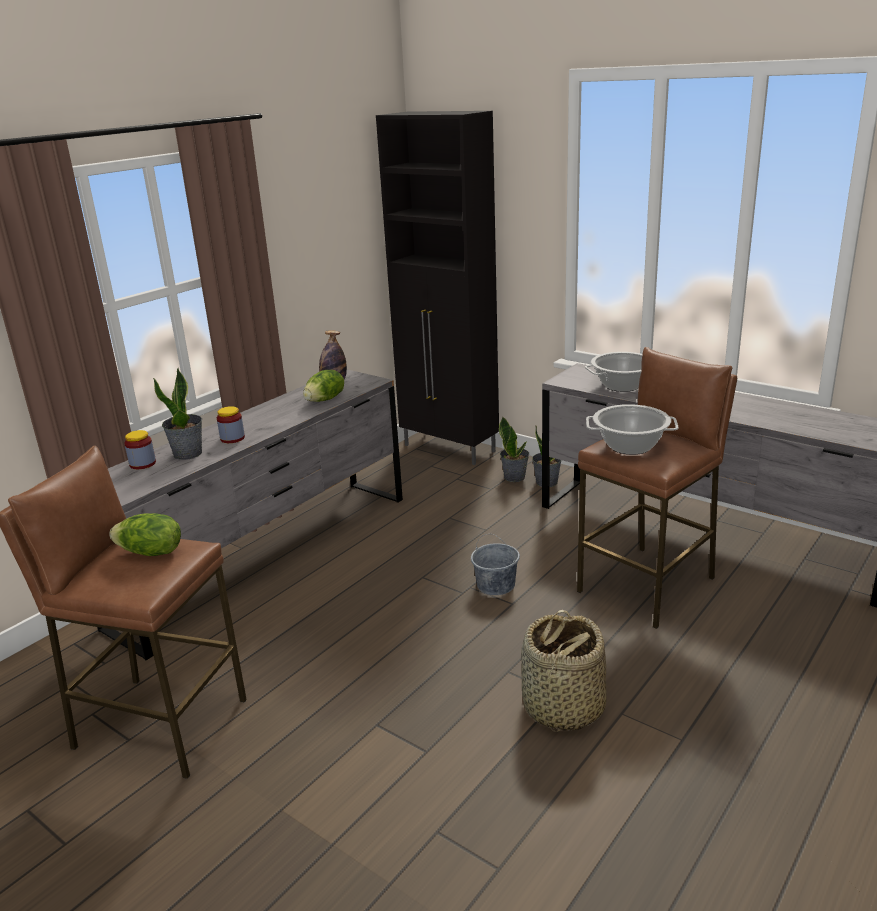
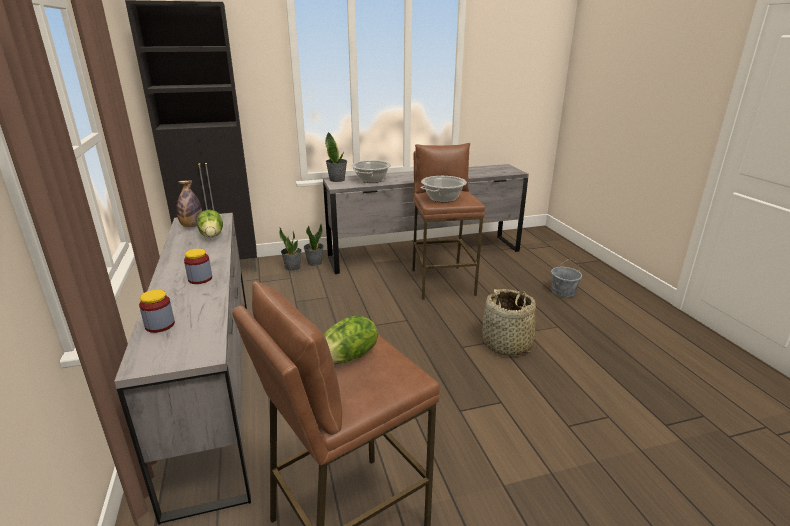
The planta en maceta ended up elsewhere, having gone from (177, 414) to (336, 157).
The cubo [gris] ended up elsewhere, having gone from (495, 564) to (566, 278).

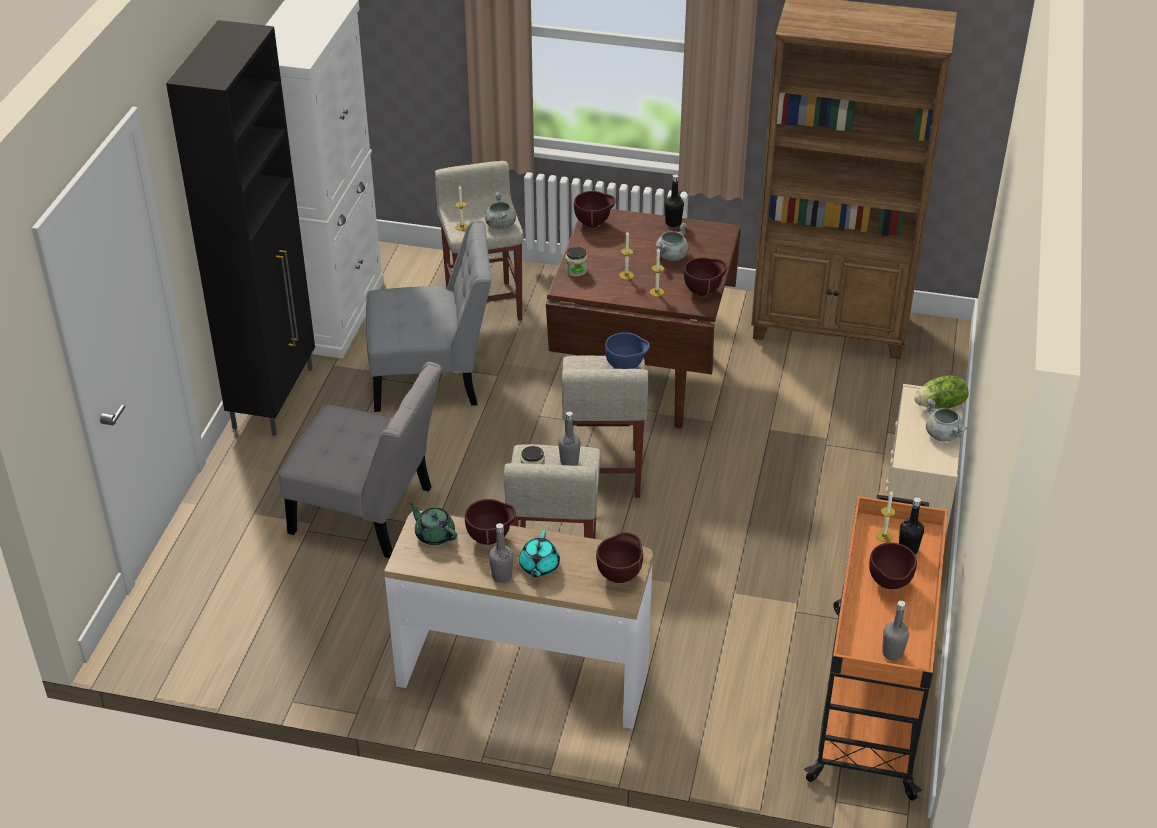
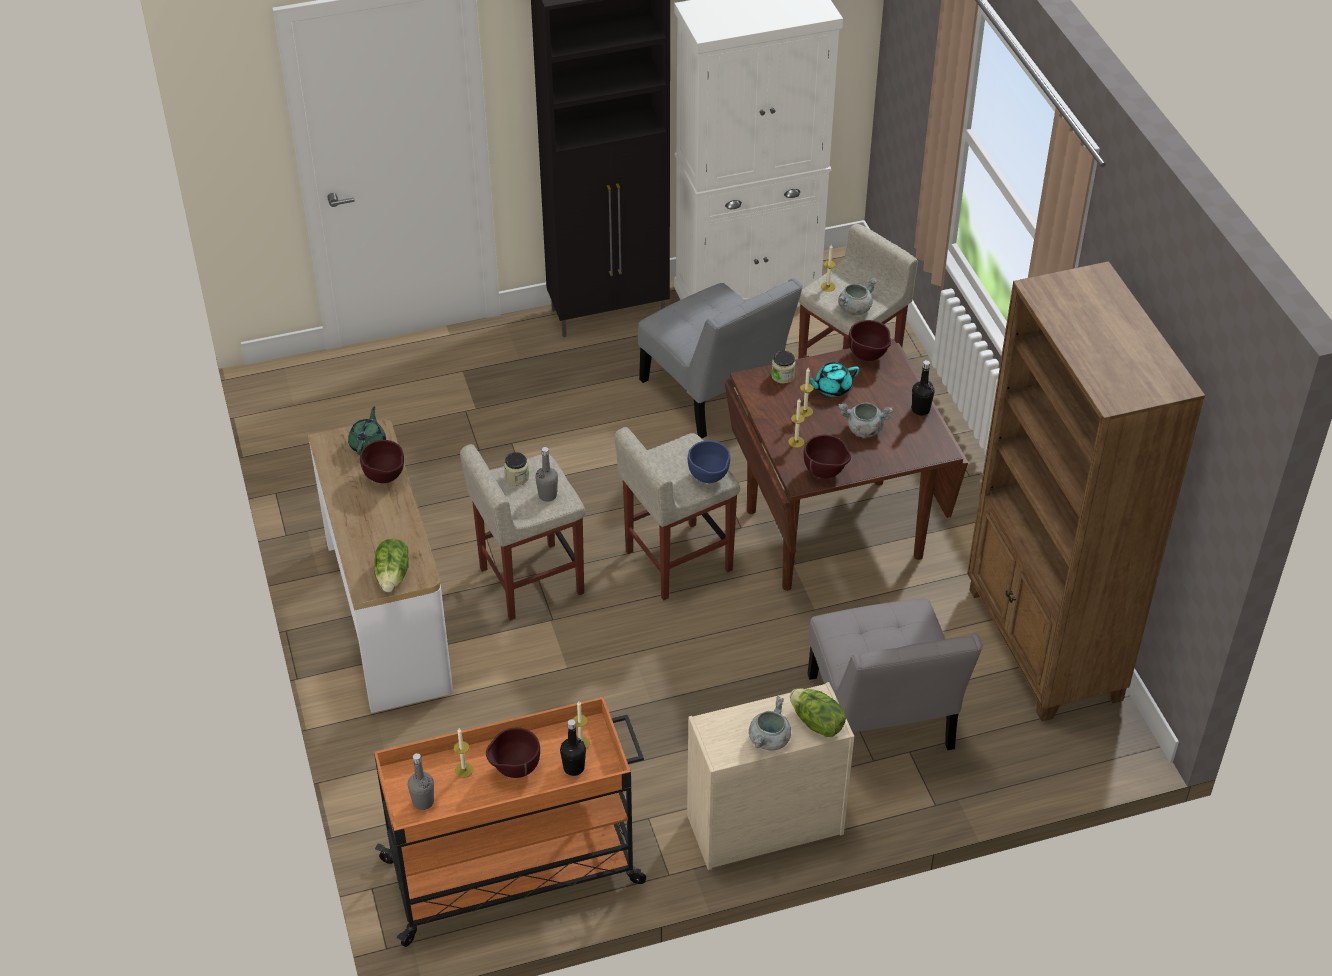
Where the cuenco [marrón] stood at (619, 557), the lechuga came to stand at (391, 565).
The second view gained the vela at (463, 753).
The silla [gris] ended up elsewhere, having gone from (360, 460) to (895, 674).
The tetera [turquesa] ended up elsewhere, having gone from (539, 554) to (834, 379).
The second view lost the botella [gris] at (501, 553).

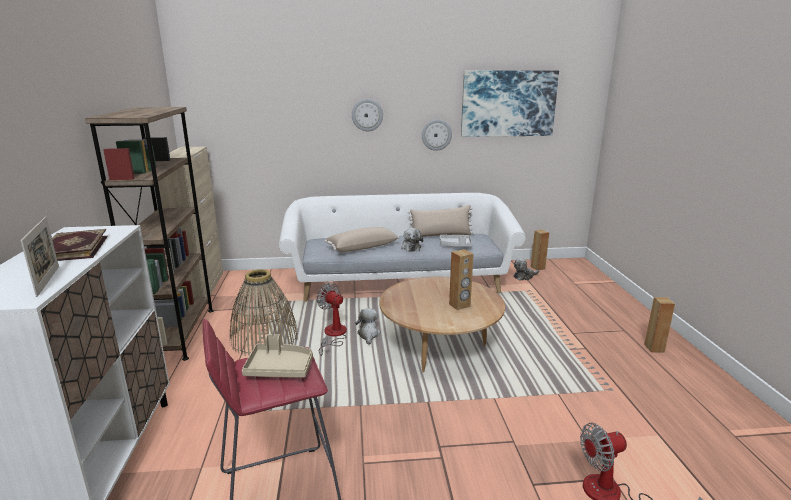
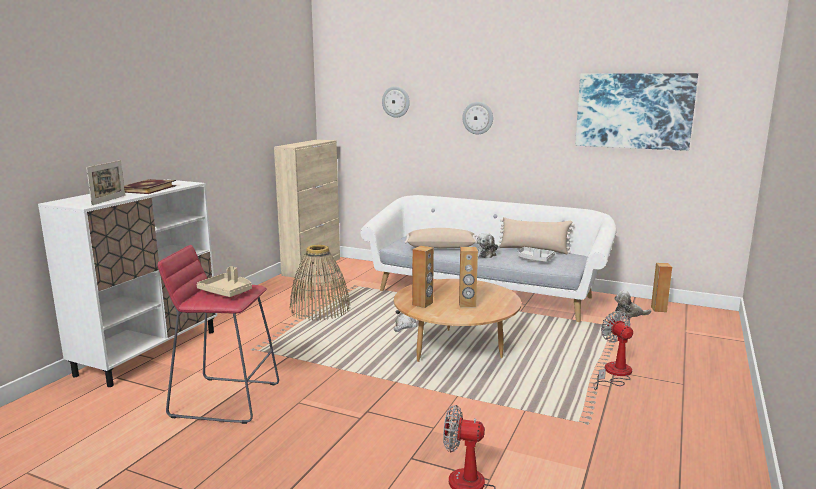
The reloj de pared ended up elsewhere, having gone from (437, 135) to (396, 102).
The altavoz [marrón] ended up elsewhere, having gone from (659, 325) to (423, 277).
The ventilador ended up elsewhere, having gone from (331, 319) to (613, 350).
The second view lost the estantería [marrón] at (149, 234).

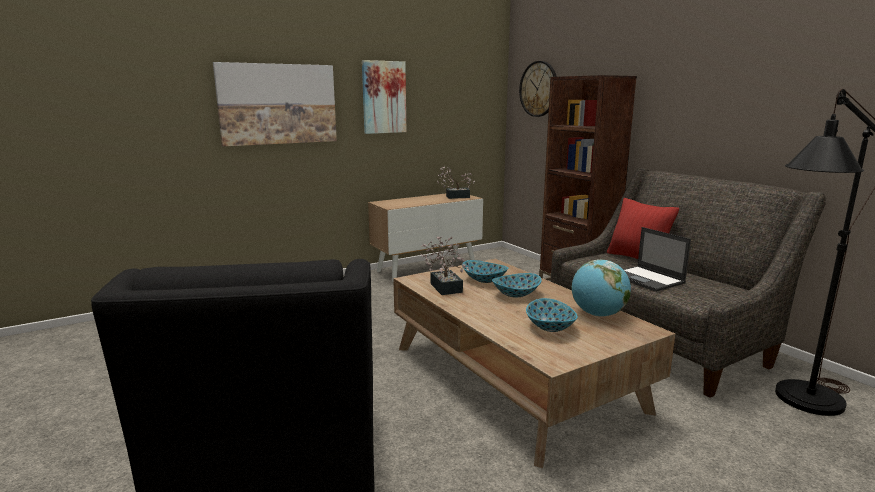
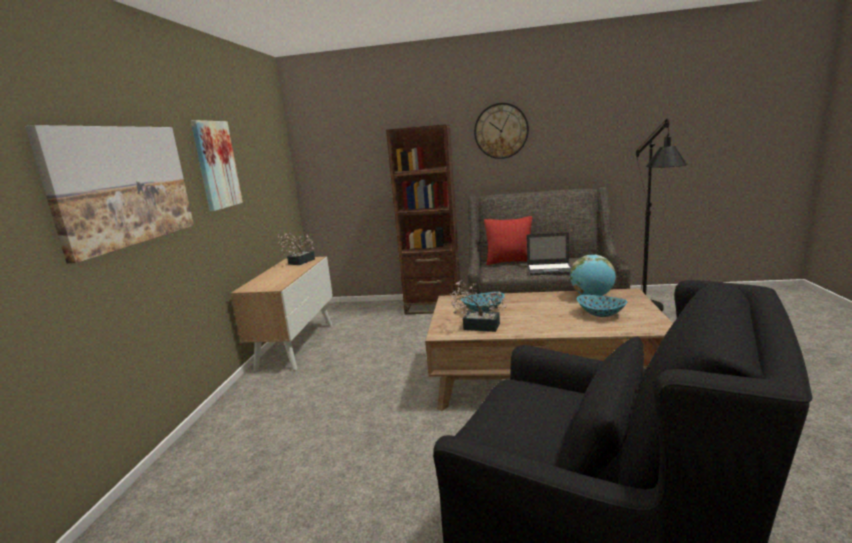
The reloj de pared ended up elsewhere, having gone from (538, 89) to (501, 131).
The second view lost the cuenco at (517, 285).

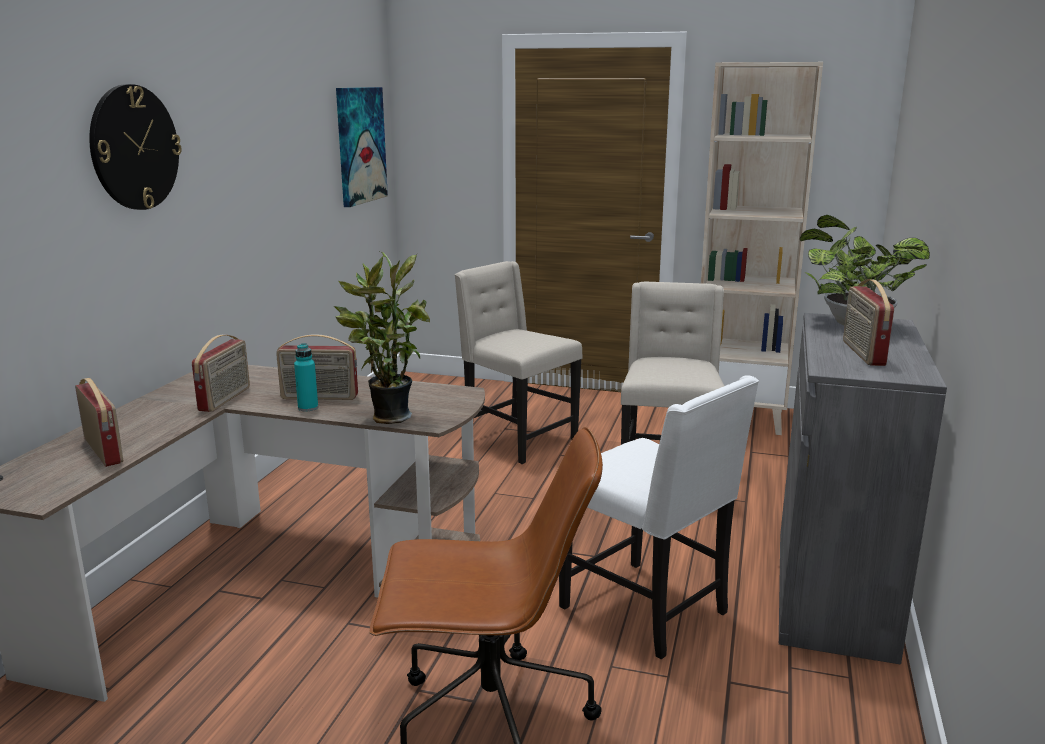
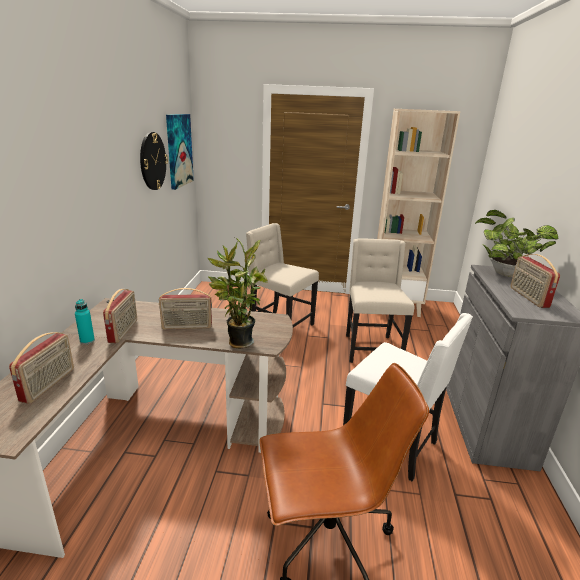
The radio at (99, 422) ended up facing another way, 60 degrees clockwise from before.
The botella [turquesa] ended up elsewhere, having gone from (306, 377) to (85, 321).
The reloj de pared ended up elsewhere, having gone from (135, 147) to (154, 161).

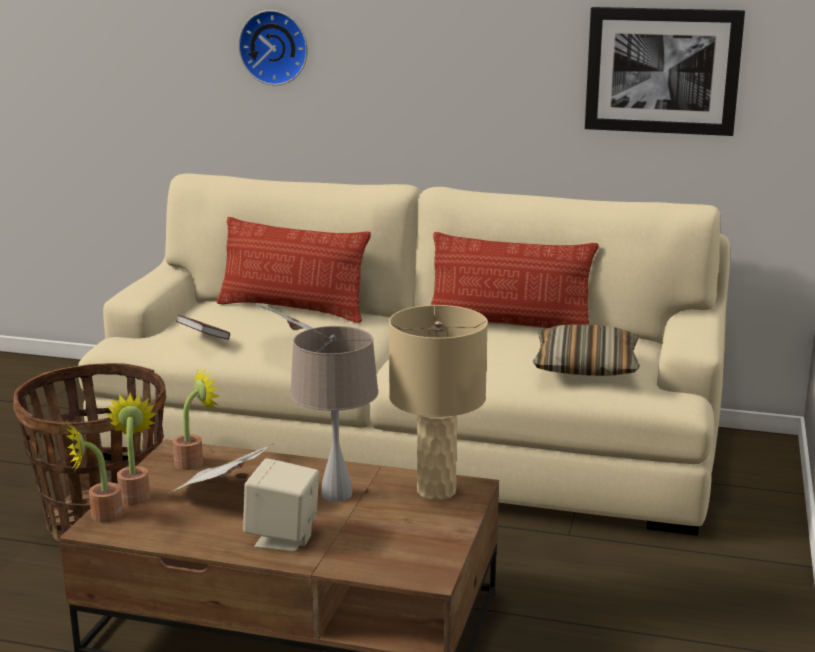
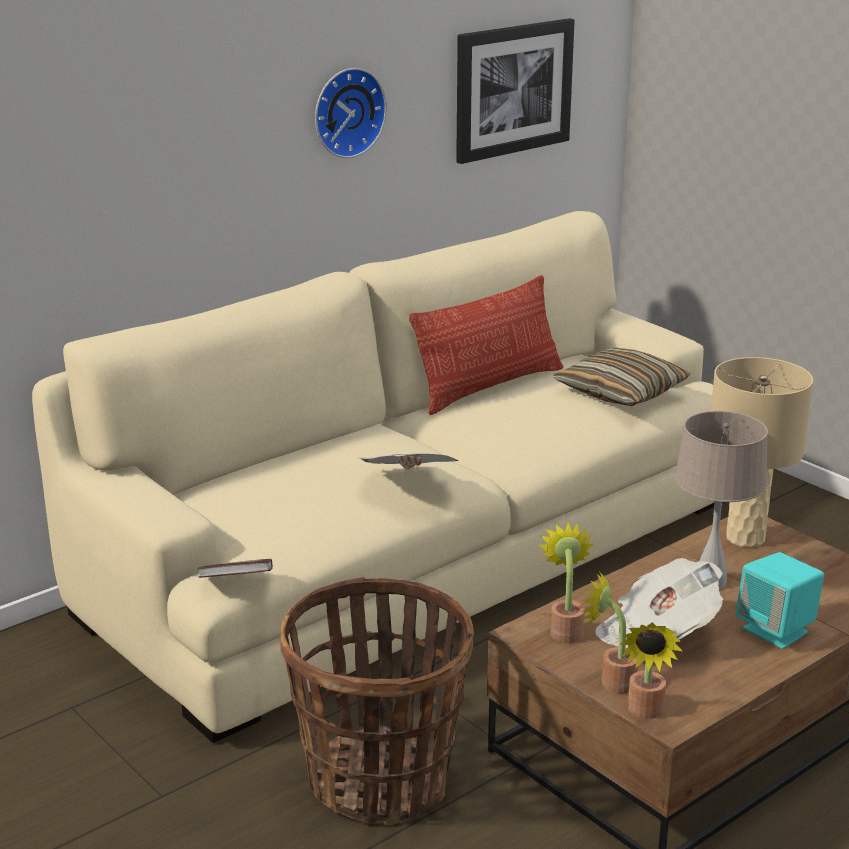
The libro ended up elsewhere, having gone from (203, 327) to (235, 568).
The reloj de pared ended up elsewhere, having gone from (273, 48) to (351, 113).
What was the altavoz [beis] at (281, 505) turned into the altavoz [turquesa] at (779, 600).
The second view lost the cojín at (293, 270).

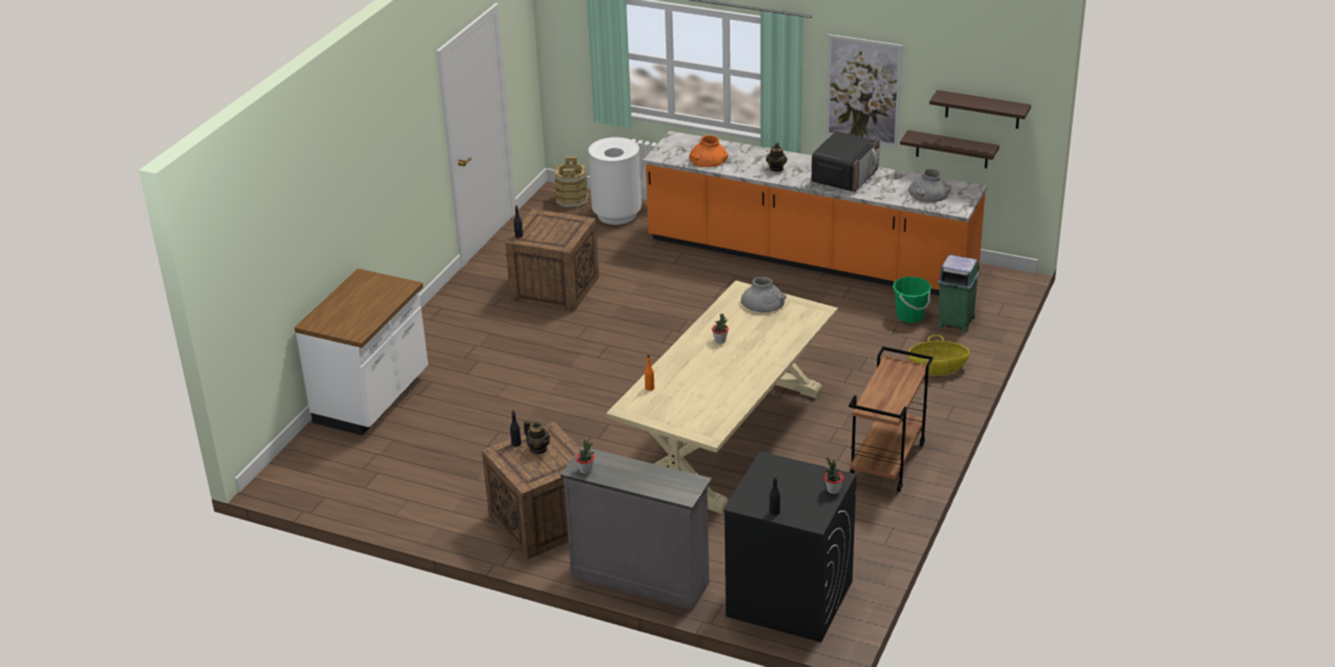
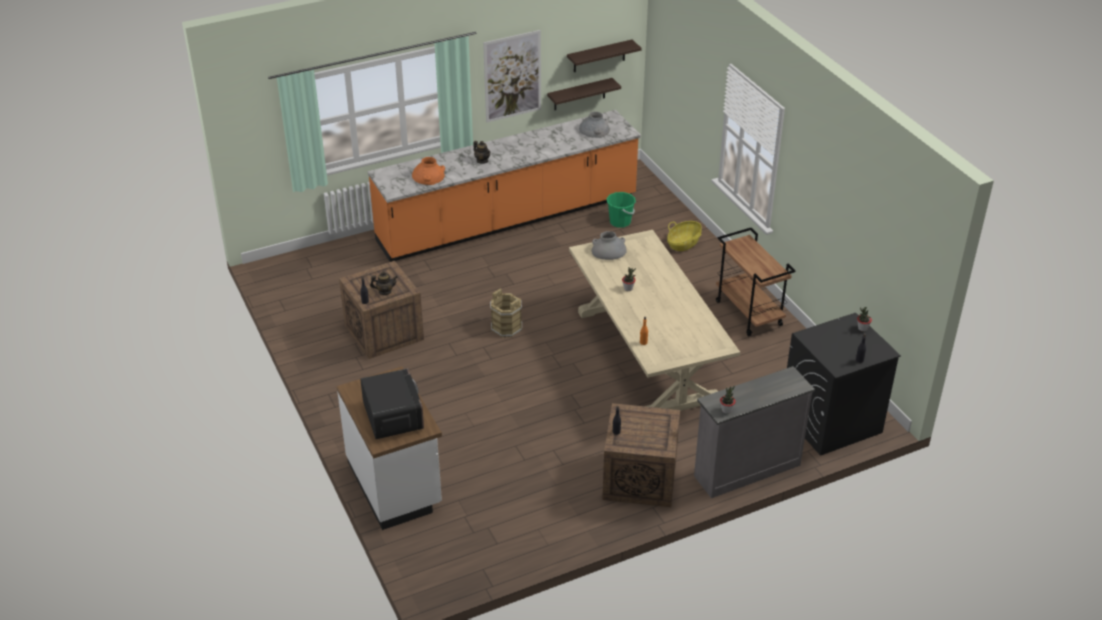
The microondas ended up elsewhere, having gone from (845, 161) to (392, 403).
The tetera ended up elsewhere, having gone from (537, 437) to (384, 283).
The cubo [marrón] ended up elsewhere, having gone from (571, 182) to (506, 313).
The second view lost the papelera [blanco] at (615, 181).
The second view lost the papelera [verde] at (958, 293).

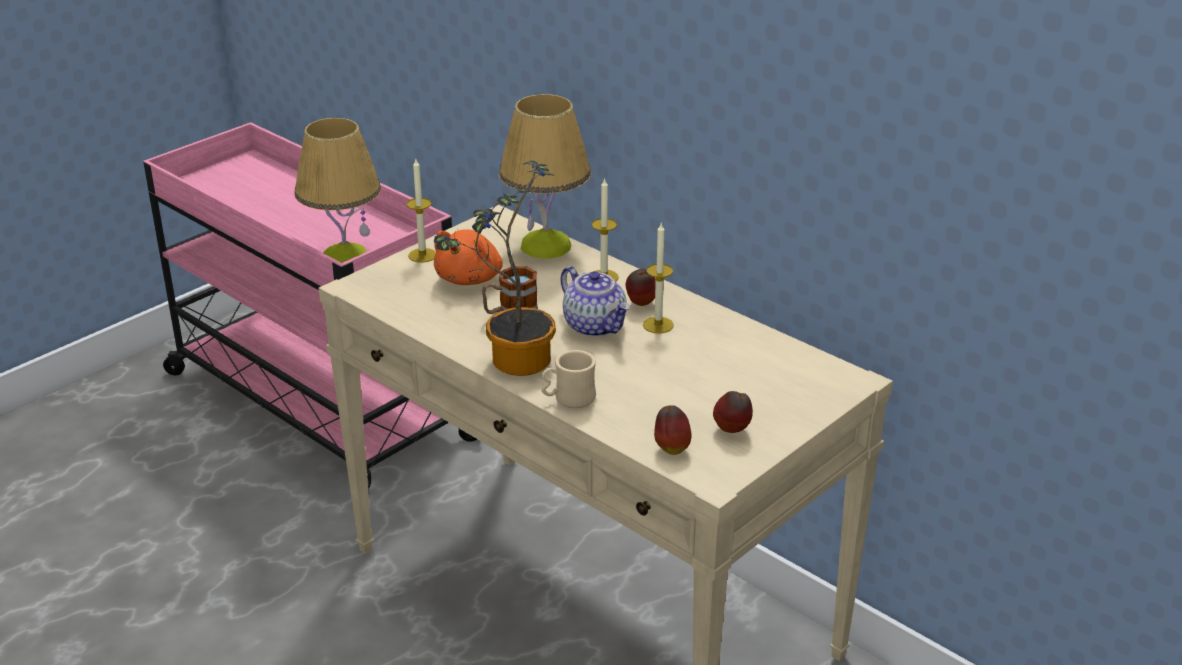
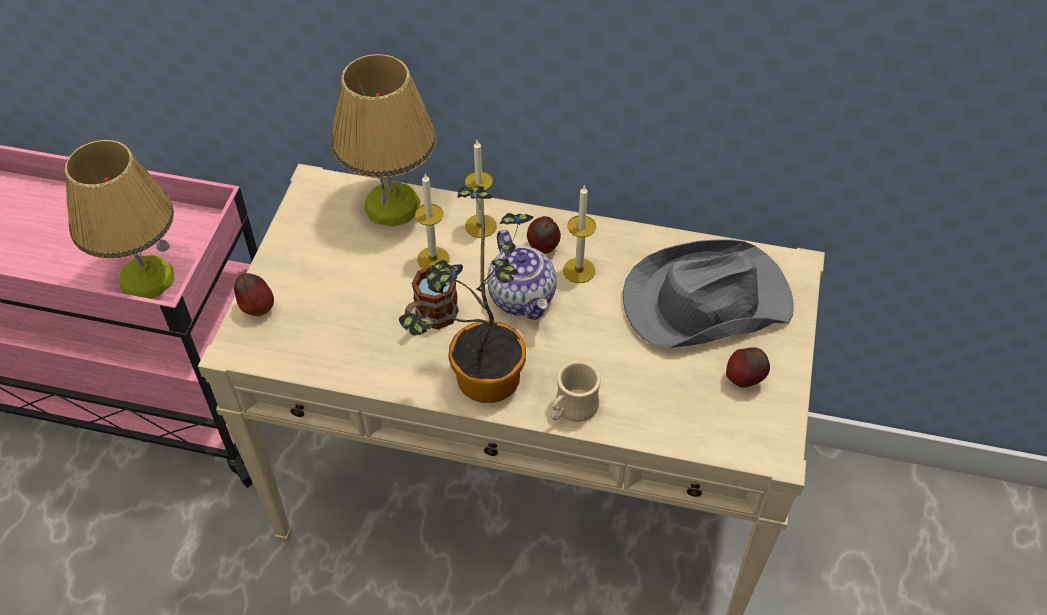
The manzana ended up elsewhere, having gone from (673, 430) to (254, 294).
The vela ended up elsewhere, having gone from (421, 211) to (432, 221).
The tetera at (595, 301) ended up facing another way, 45 degrees clockwise from before.
The second view gained the sombrero [gris] at (708, 293).
The second view lost the peluche [naranja] at (468, 257).

